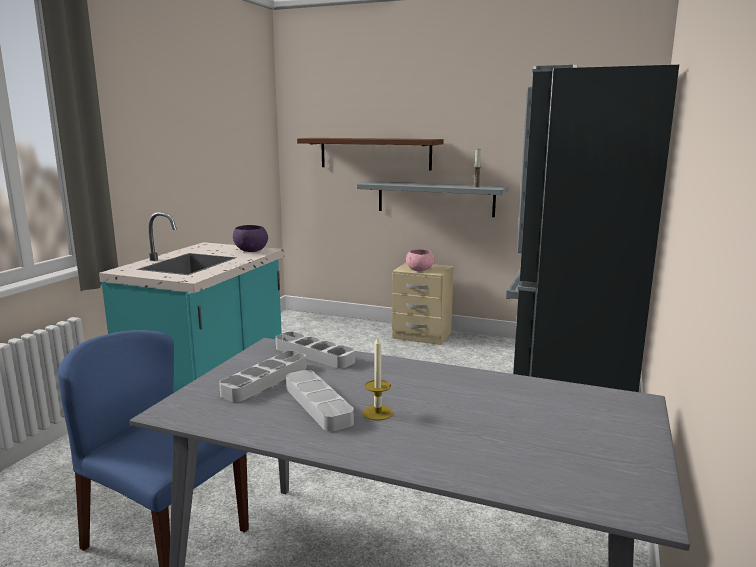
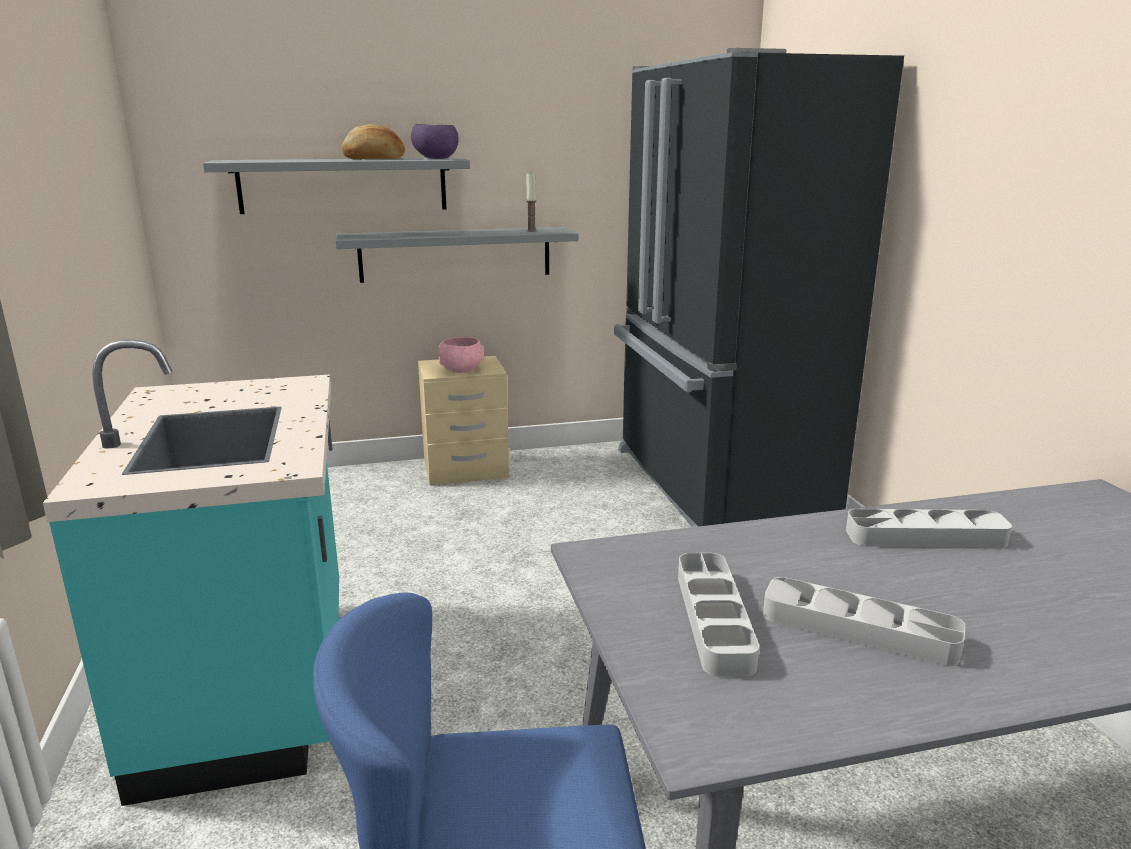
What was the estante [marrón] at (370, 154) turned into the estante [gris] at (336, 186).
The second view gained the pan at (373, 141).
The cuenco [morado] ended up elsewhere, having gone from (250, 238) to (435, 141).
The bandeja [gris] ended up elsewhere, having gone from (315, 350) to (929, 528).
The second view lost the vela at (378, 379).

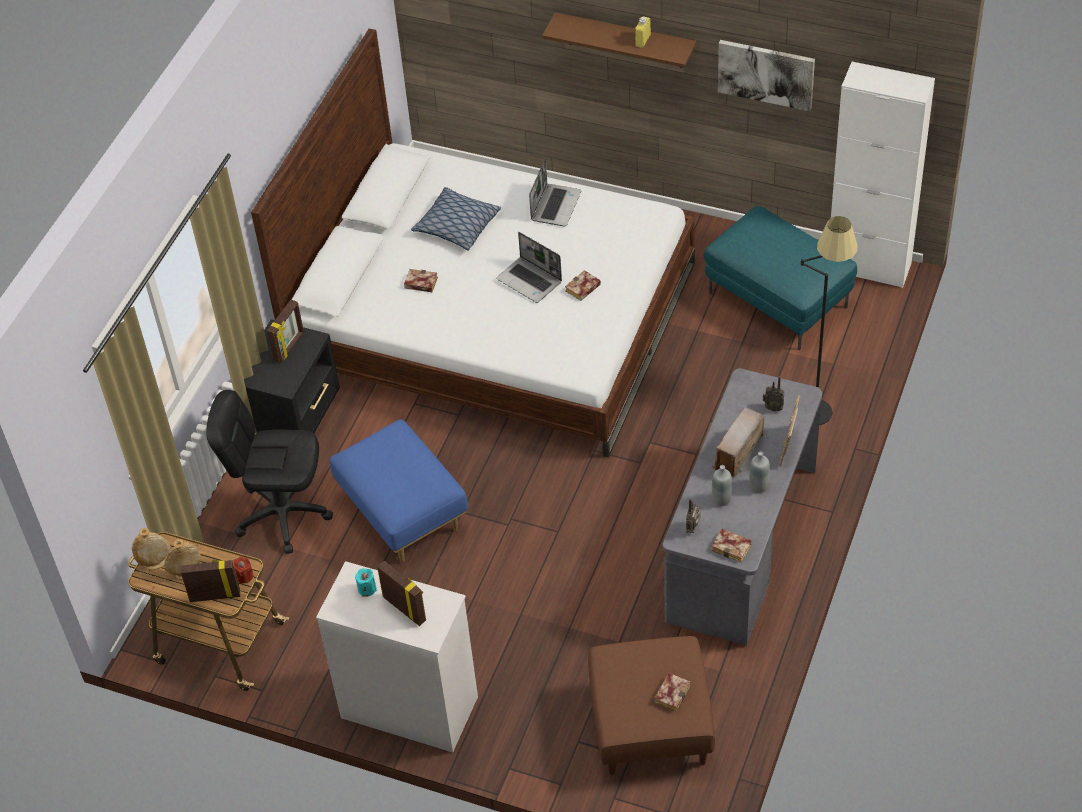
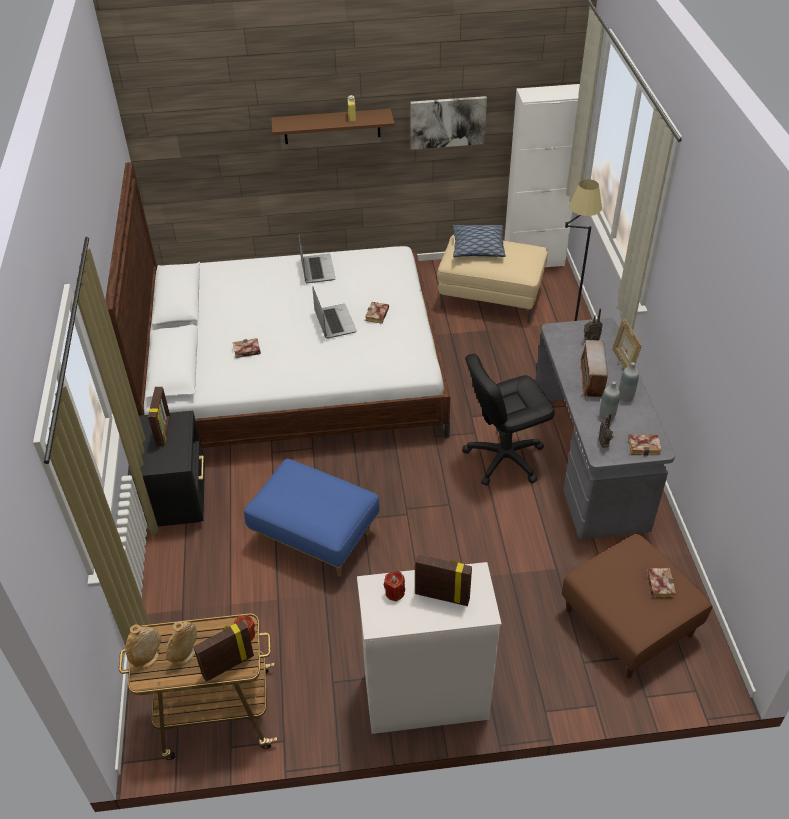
The portátil at (529, 267) ended up facing another way, 120 degrees counterclockwise from before.
What was the vela [turquesa] at (366, 582) turned into the vela [rojo] at (394, 586).
What was the puf [turquesa] at (780, 278) turned into the puf [beis] at (492, 279).
The cojín ended up elsewhere, having gone from (456, 219) to (479, 241).
The silla de oficina [negro] ended up elsewhere, having gone from (269, 472) to (508, 420).

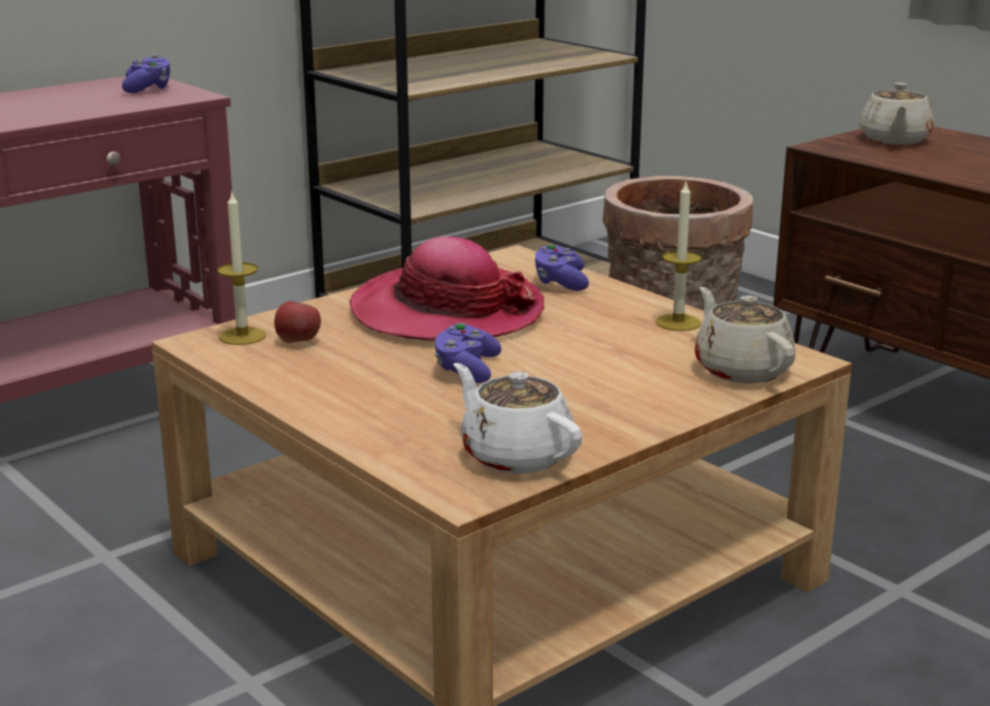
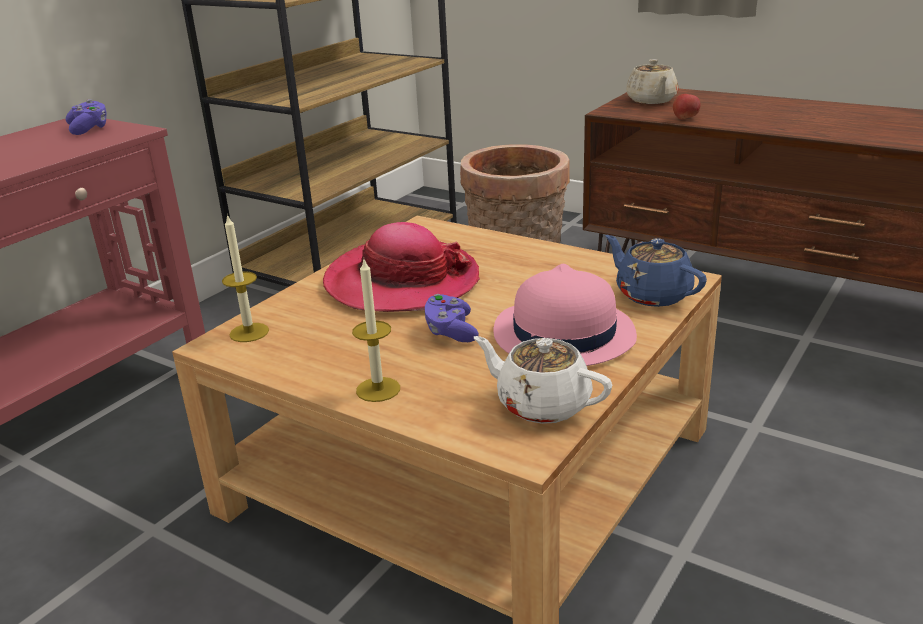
The vela ended up elsewhere, having gone from (679, 256) to (376, 331).
The second view gained the sombrero [rosa] at (565, 315).
What was the tetera [beis] at (745, 335) turned into the tetera [azul] at (656, 271).
The manzana ended up elsewhere, having gone from (297, 322) to (687, 106).
The second view lost the mando de consola [morado] at (562, 267).

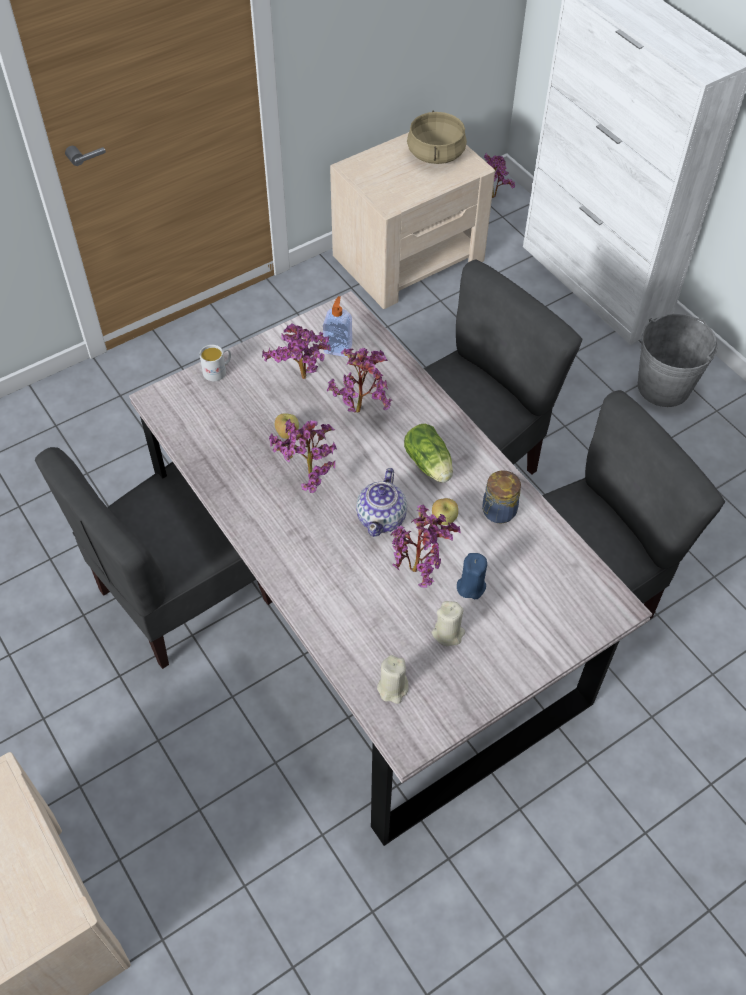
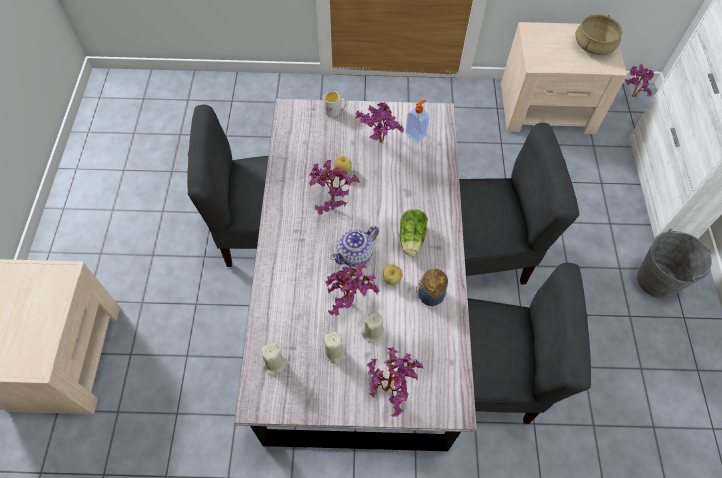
What was the vela [azul] at (472, 576) turned into the vela [beis] at (372, 327).
The planta en maceta ended up elsewhere, having gone from (359, 380) to (395, 382).

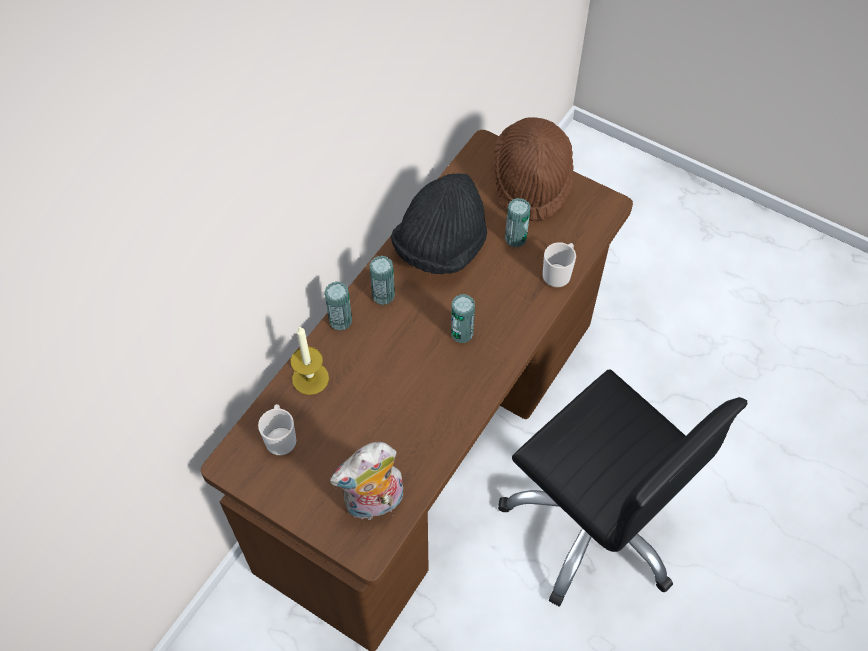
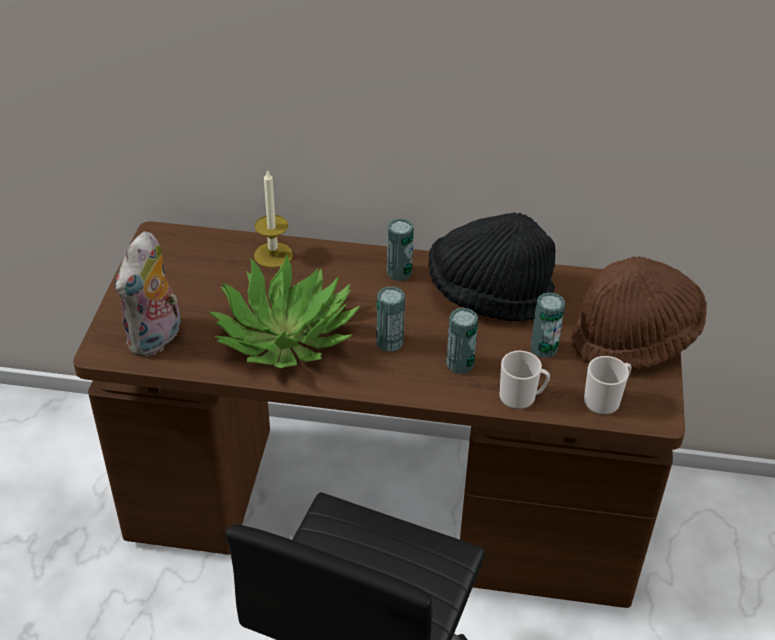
The peluche at (366, 481) ended up facing another way, 105 degrees counterclockwise from before.
The second view gained the planta en maceta at (284, 311).
The lata ended up elsewhere, having gone from (338, 306) to (462, 341).
The taza grande ended up elsewhere, having gone from (277, 430) to (607, 385).

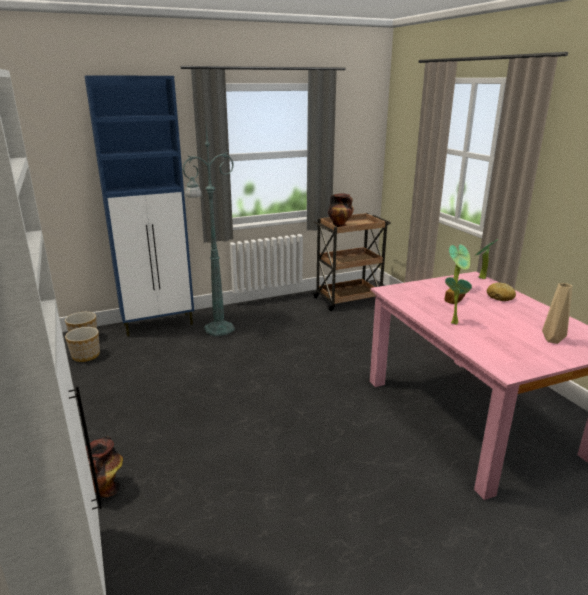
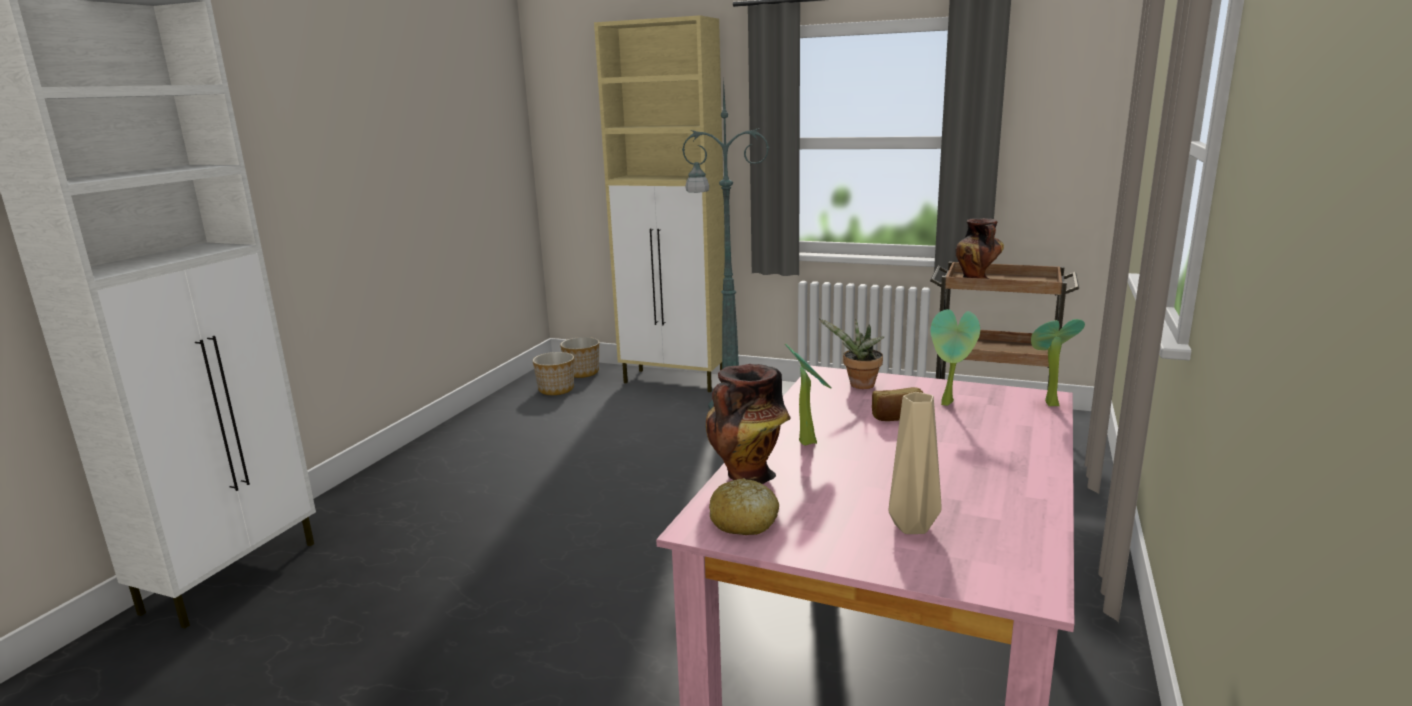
What was the armario [azul] at (139, 205) turned into the armario [beis] at (659, 203).
The florero ended up elsewhere, having gone from (104, 467) to (748, 424).
The pan ended up elsewhere, having gone from (501, 292) to (744, 506).
The second view gained the planta en maceta at (851, 354).

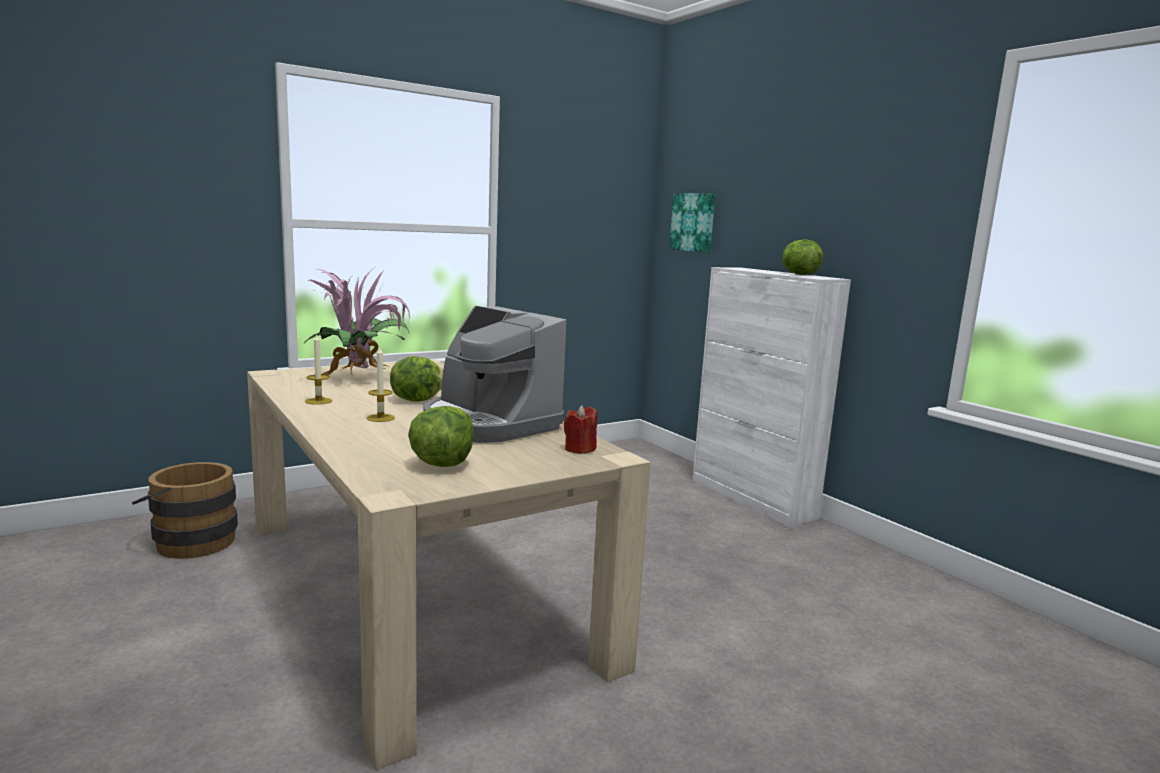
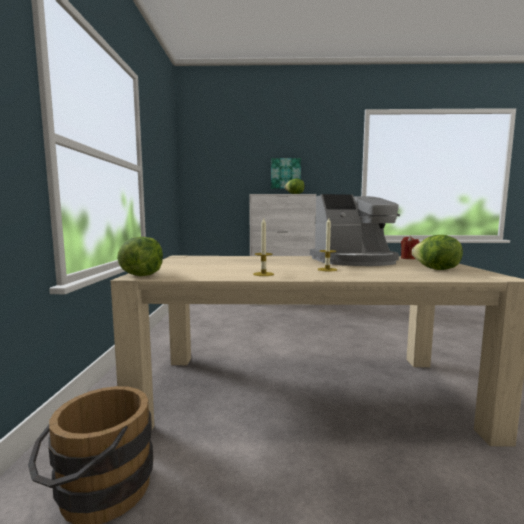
The lechuga ended up elsewhere, having gone from (416, 379) to (140, 256).
The cuadro ended up elsewhere, having gone from (692, 223) to (286, 173).
The second view lost the planta en maceta at (356, 321).

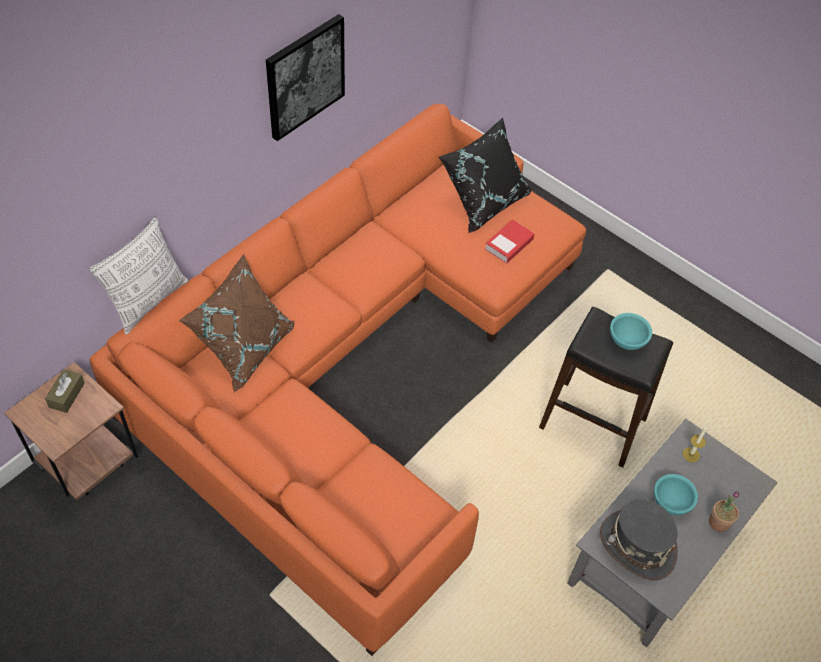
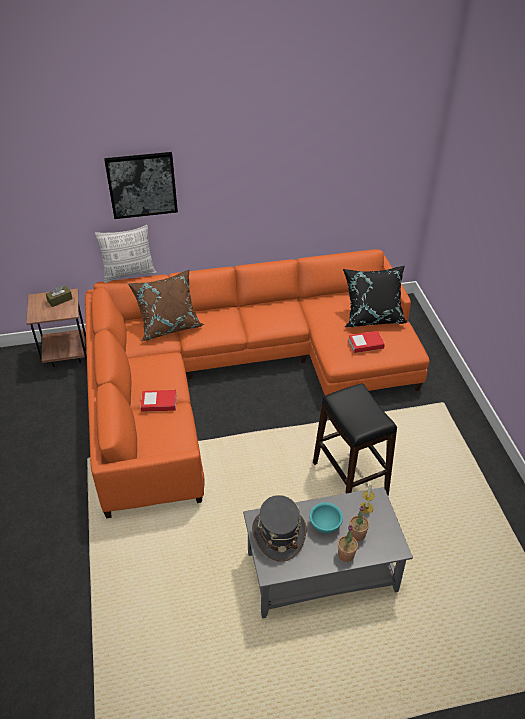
The cuadro ended up elsewhere, having gone from (305, 77) to (141, 185).
The second view gained the libro at (159, 401).
The second view gained the planta en maceta at (359, 523).
The second view lost the cuenco [turquesa] at (631, 331).

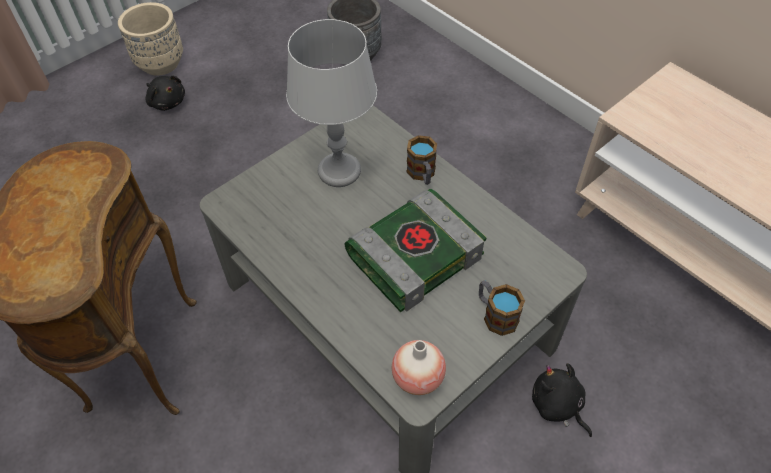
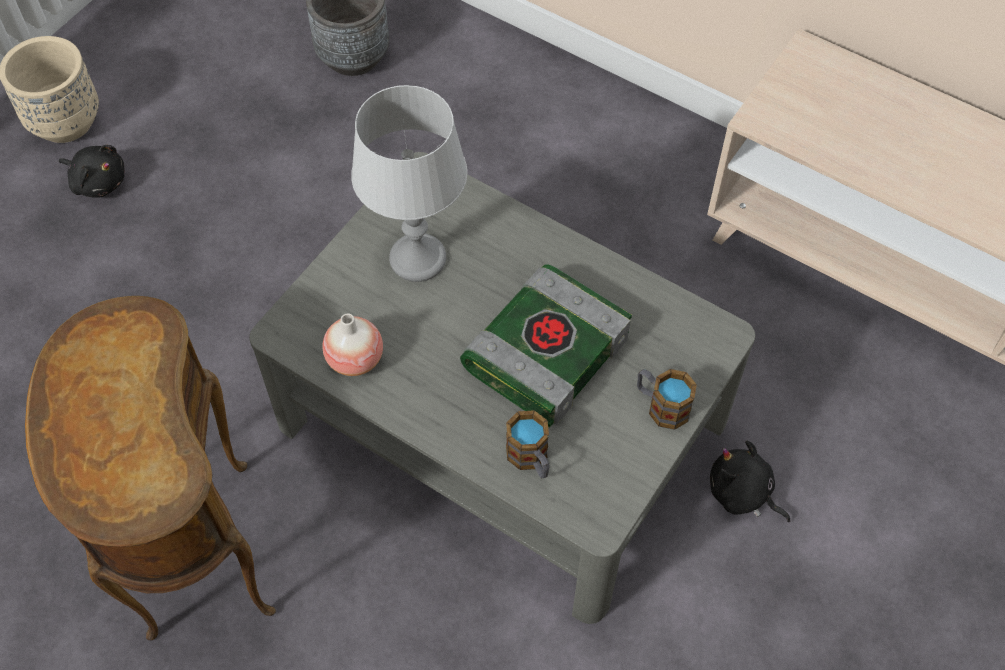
The florero ended up elsewhere, having gone from (419, 367) to (352, 344).
The taza grande ended up elsewhere, having gone from (421, 160) to (527, 444).

